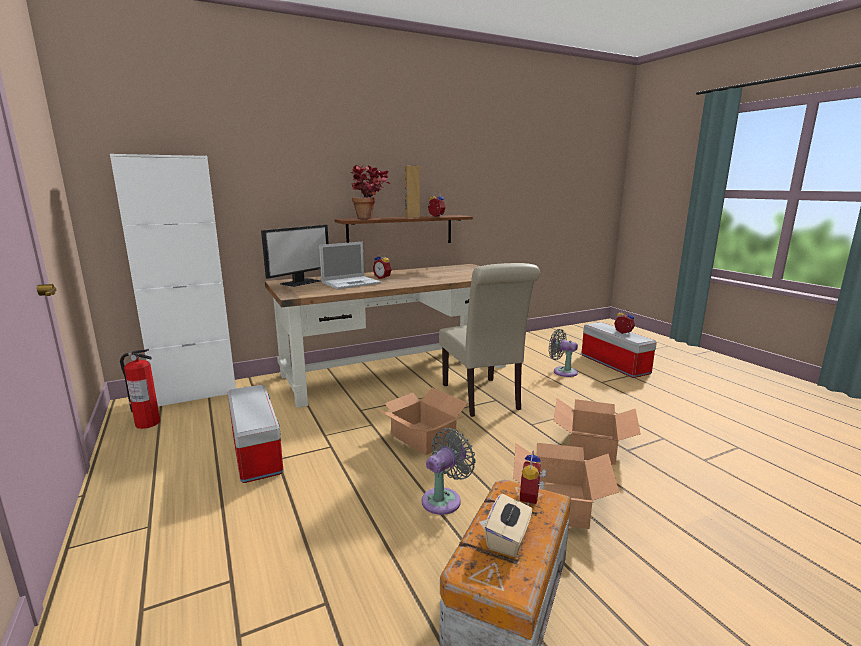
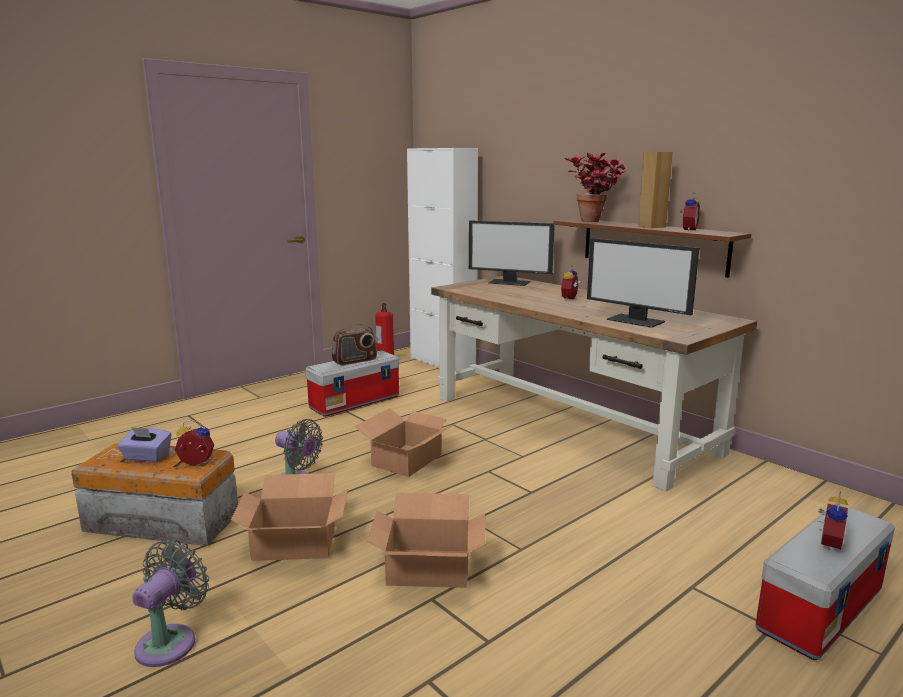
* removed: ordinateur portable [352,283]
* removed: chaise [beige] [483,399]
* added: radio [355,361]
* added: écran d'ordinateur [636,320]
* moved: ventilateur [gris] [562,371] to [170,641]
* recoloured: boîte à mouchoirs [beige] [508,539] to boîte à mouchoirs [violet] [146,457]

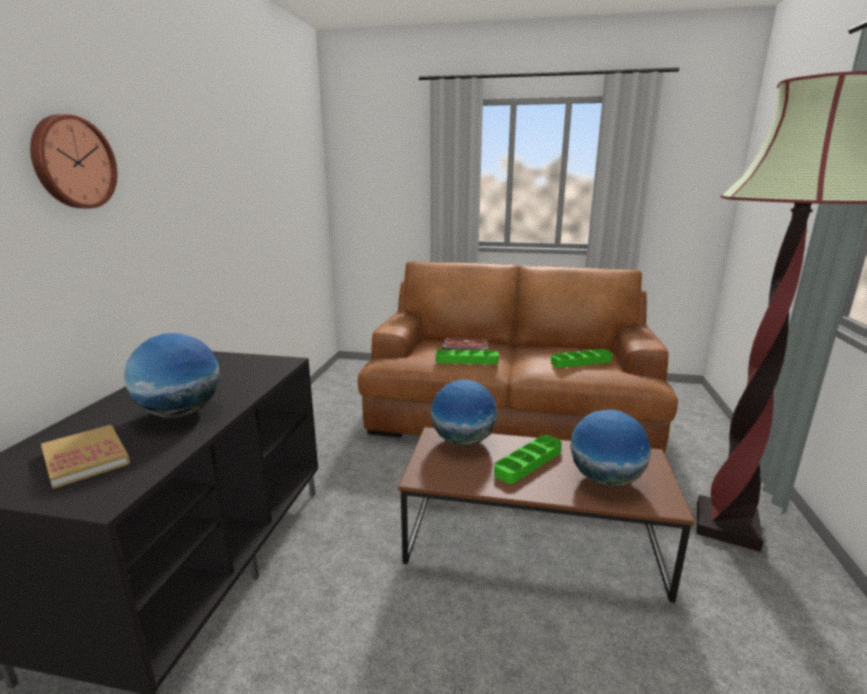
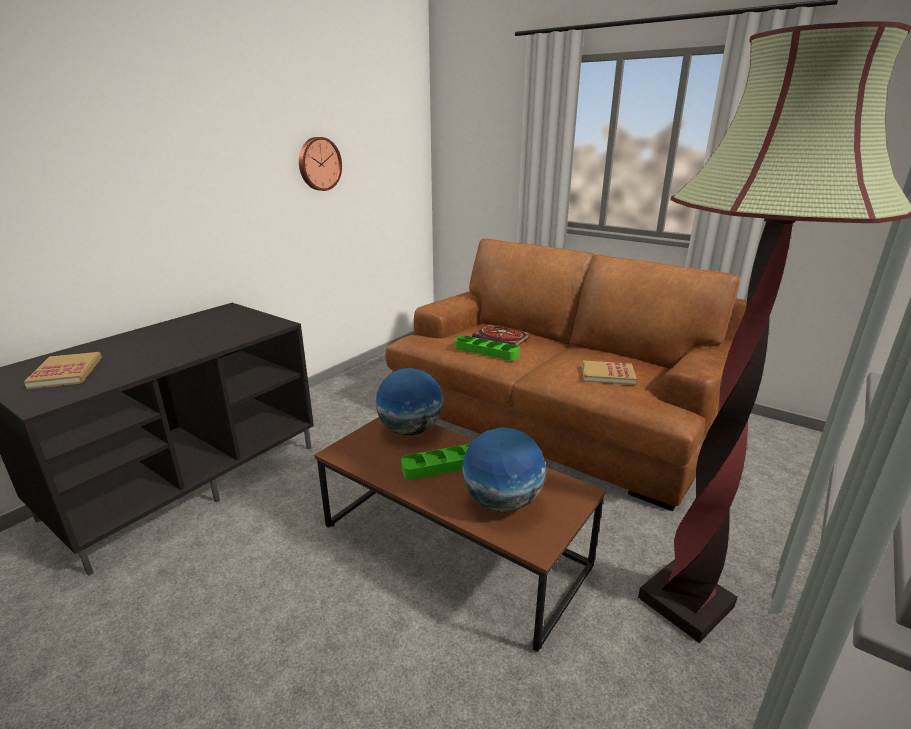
* removed: globe [180,413]
* moved: horloge murale [72,162] to [318,164]
* replaced: plateau [vert] [581,362] to livre [607,375]

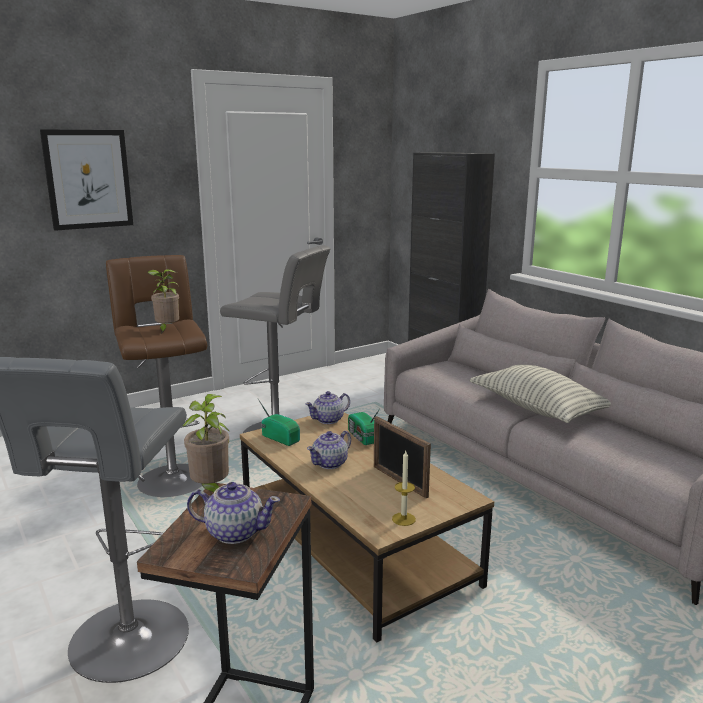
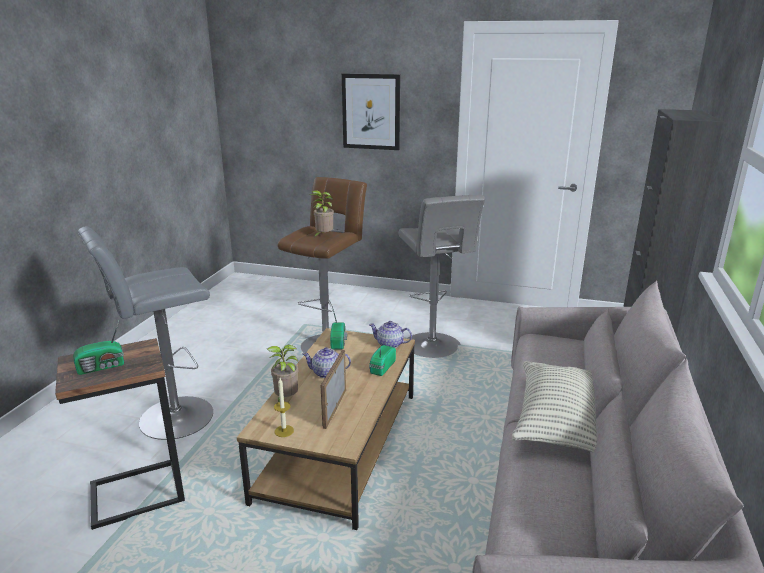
* moved: plante en pot [210,490] to [285,400]
* replaced: théière [234,532] to radio [102,367]

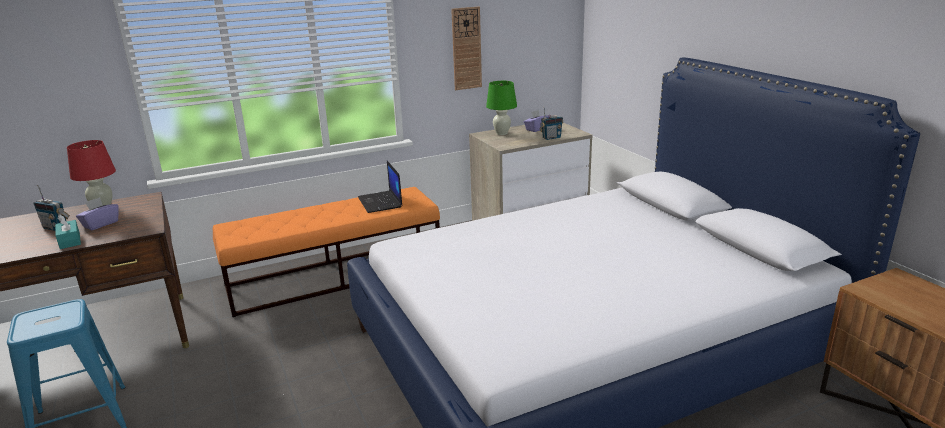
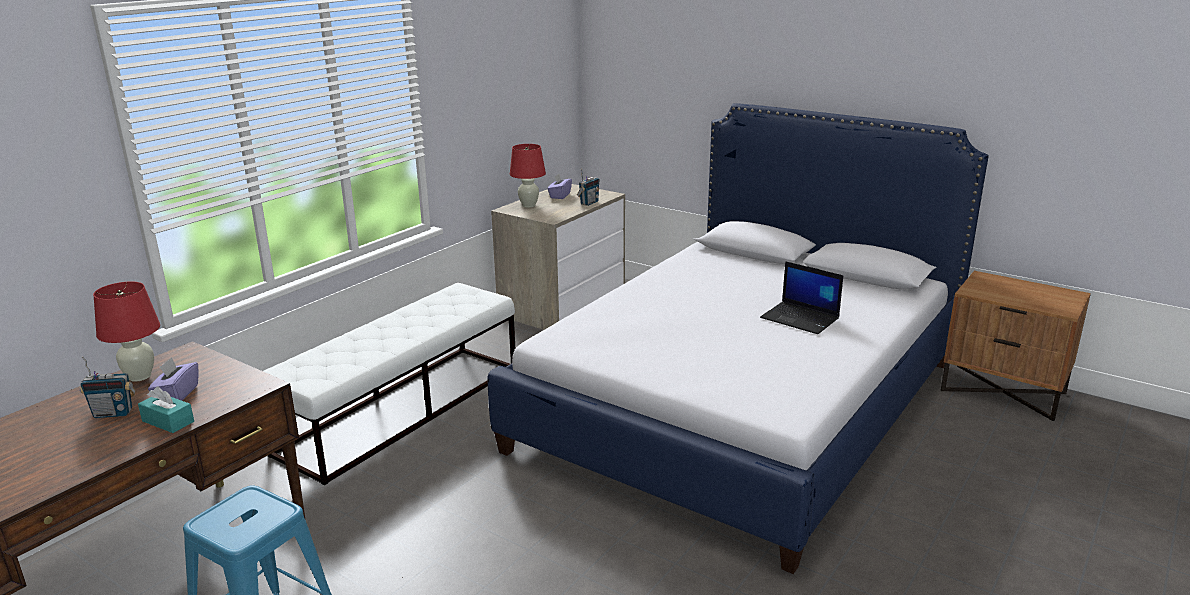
* removed: horloge murale [466,48]
* moved: ordinateur portable [380,202] to [801,318]
* recoloured: banc [orange] [336,276] to banc [blanc] [403,408]
* recoloured: lampe de table [vert] [502,133] to lampe de table [rouge] [528,205]

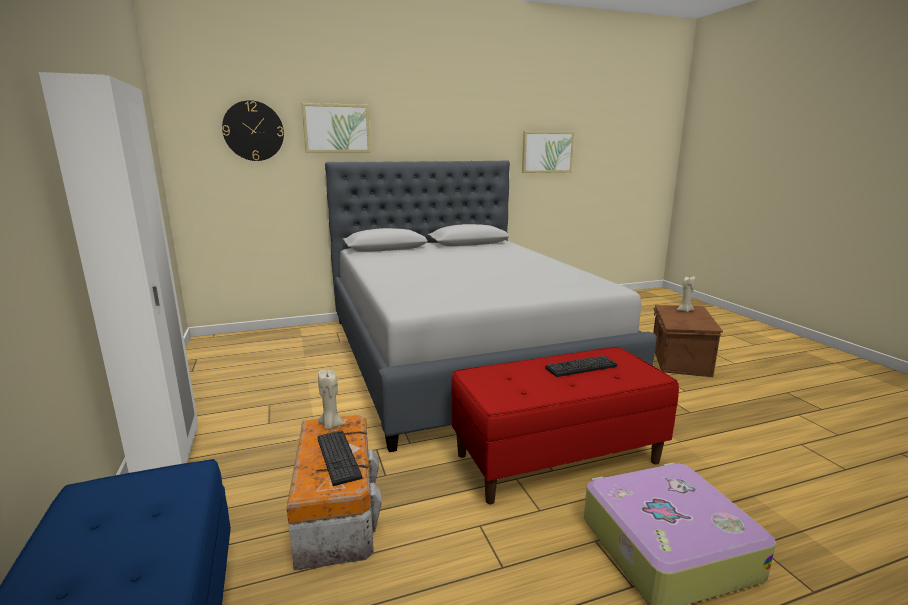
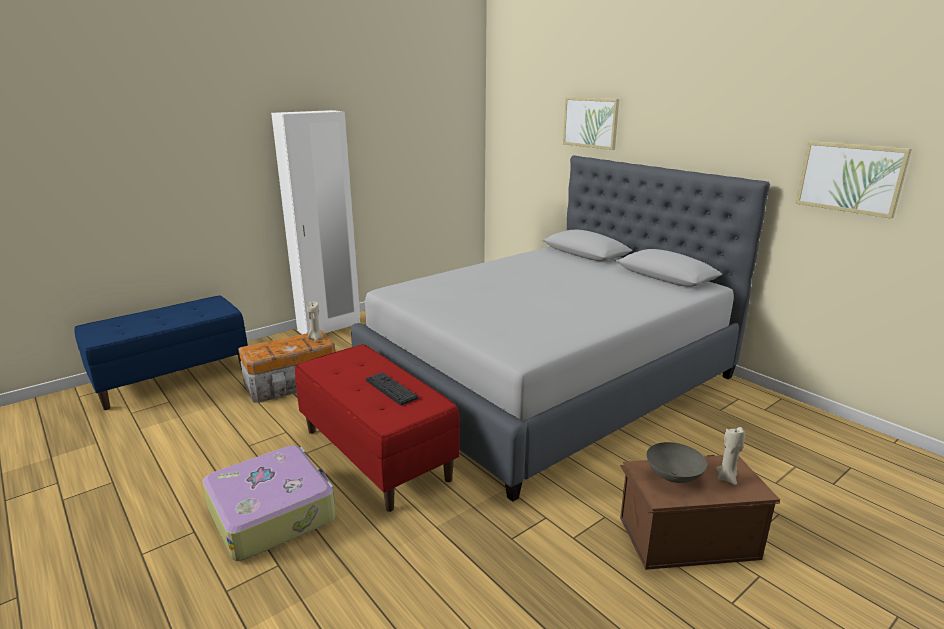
* removed: horloge murale [253,131]
* removed: clavier [338,457]
* added: bol [gris] [674,476]

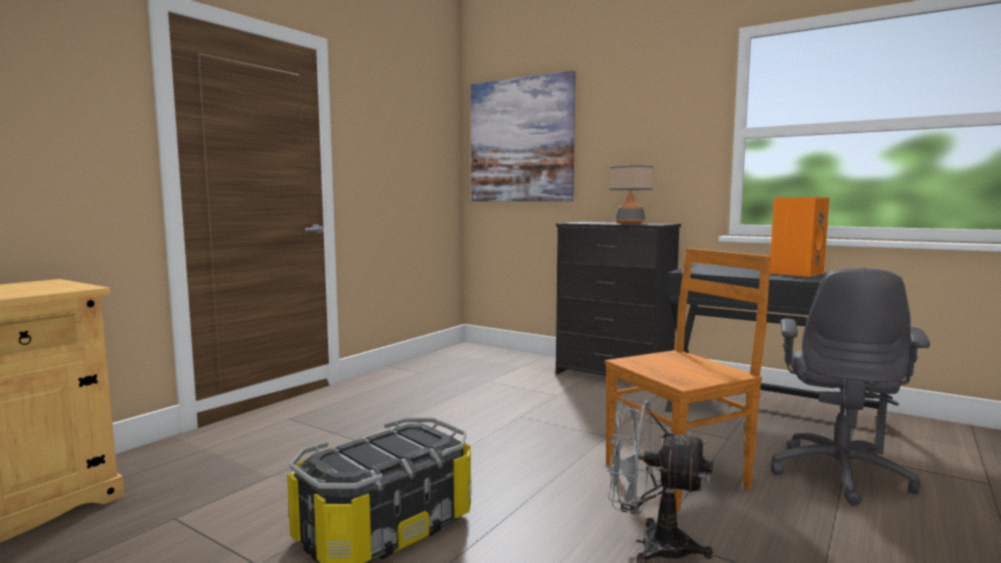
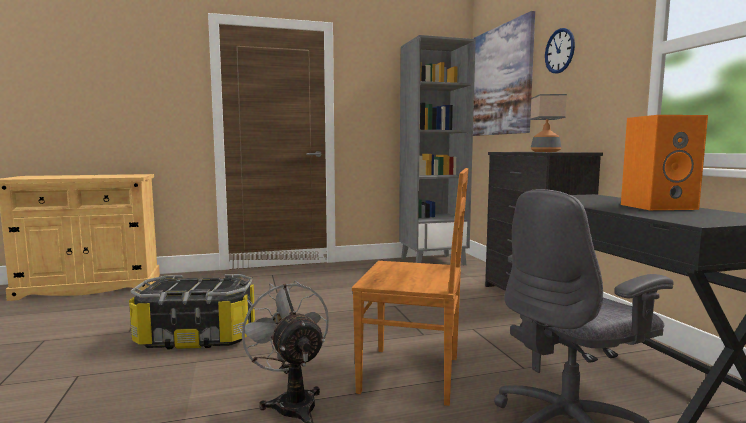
* added: bibliothèque [gris] [433,261]
* added: horloge murale [559,51]

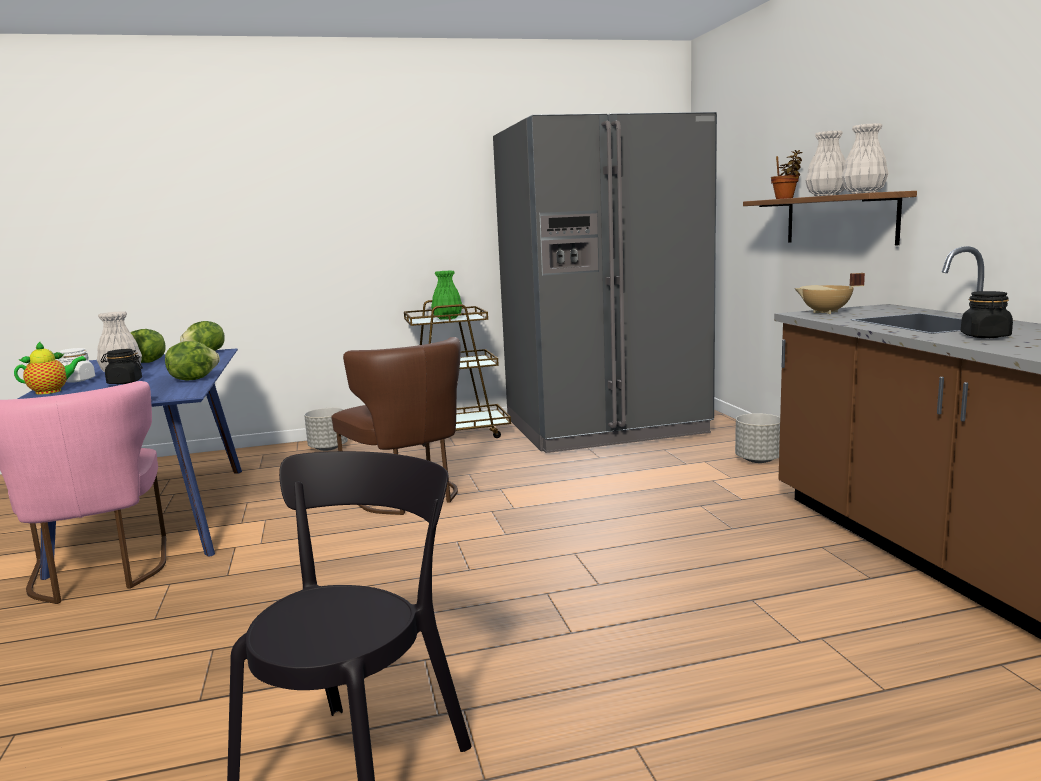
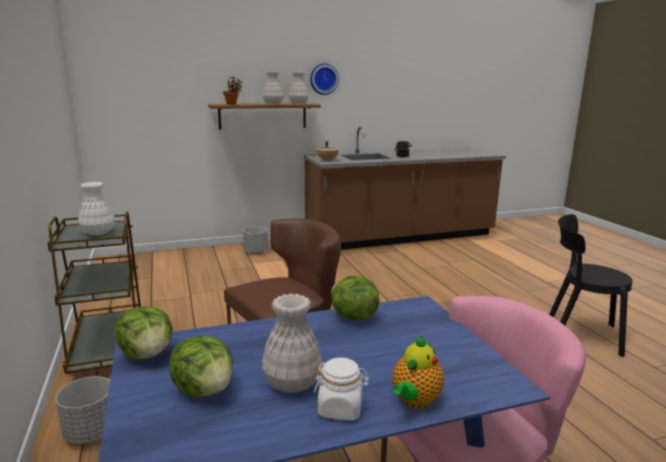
* removed: bocal [noir] [124,382]
* removed: réfrigérateur [gris] [604,427]
* added: horloge murale [323,79]
* recoloured: vase [vert] [448,318] to vase [blanc] [99,232]
* turned: théière [52,391] = [414,401] 105 degrees counterclockwise

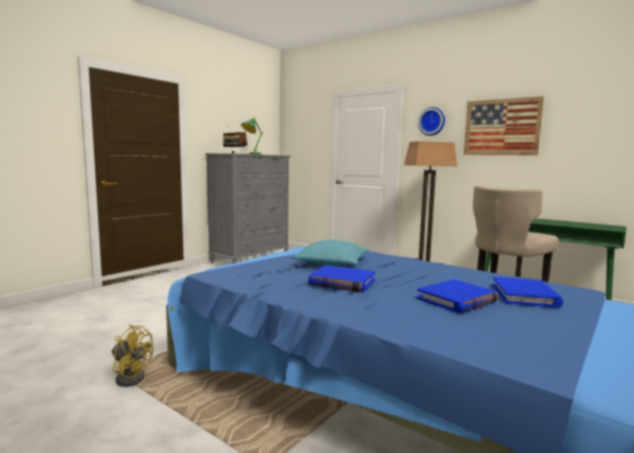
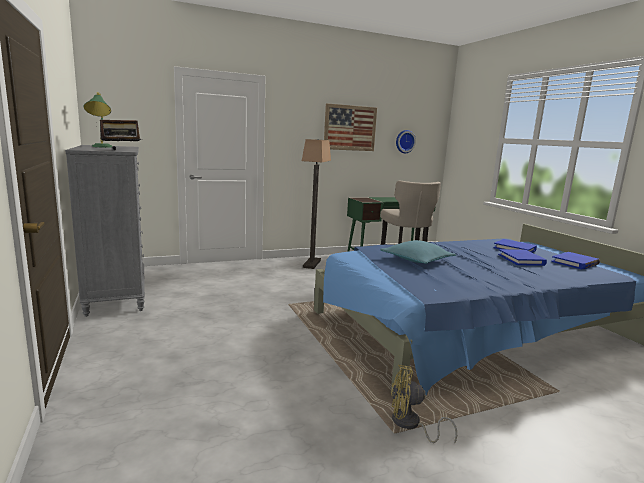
* moved: livre [bleu] [342,282] to [575,263]
* moved: horloge murale [432,121] to [404,141]
* turned: ventilateur [jaune] [130,377] = [410,425] 135 degrees counterclockwise

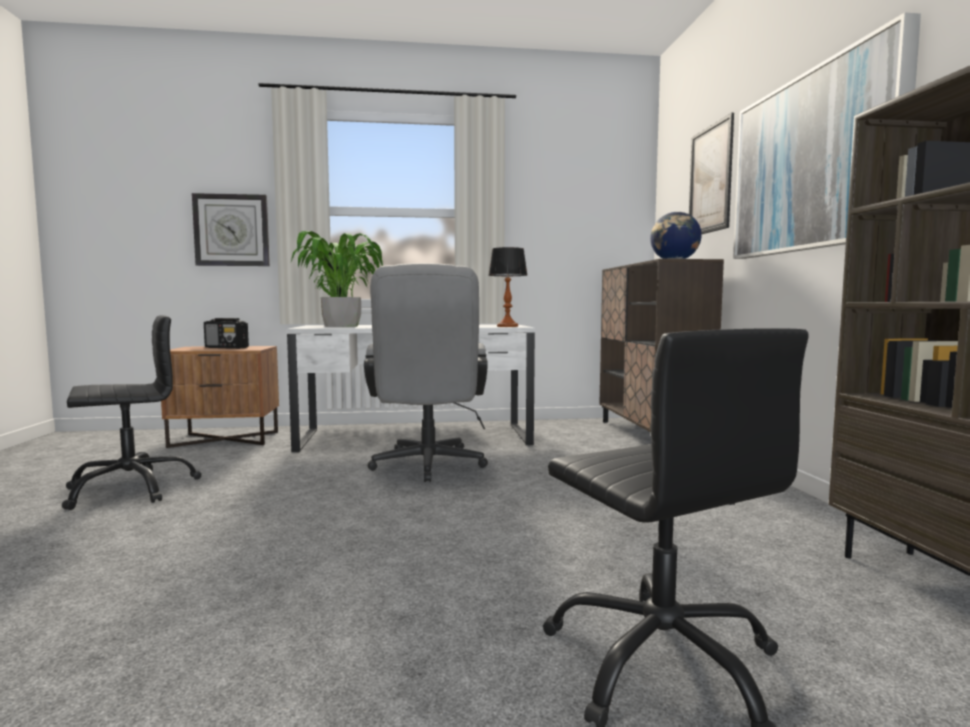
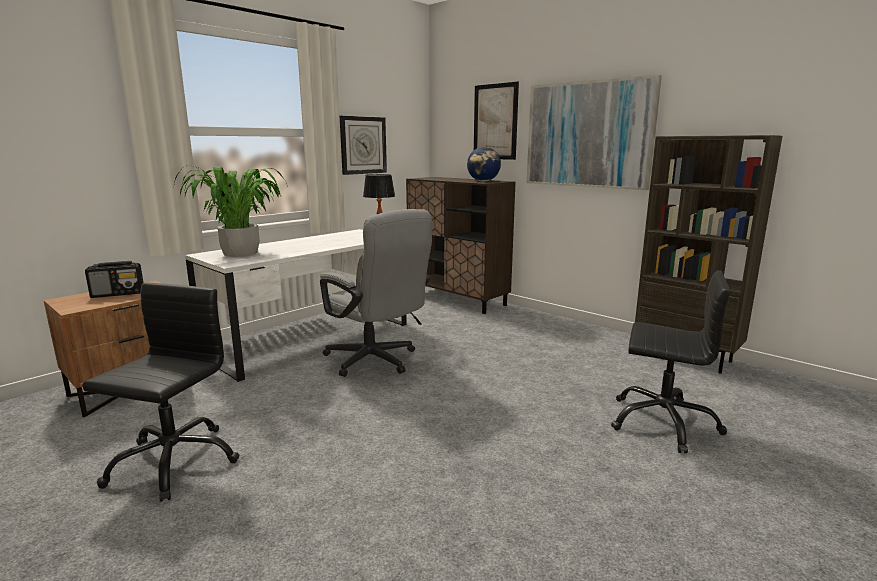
* moved: horloge murale [232,230] to [363,145]

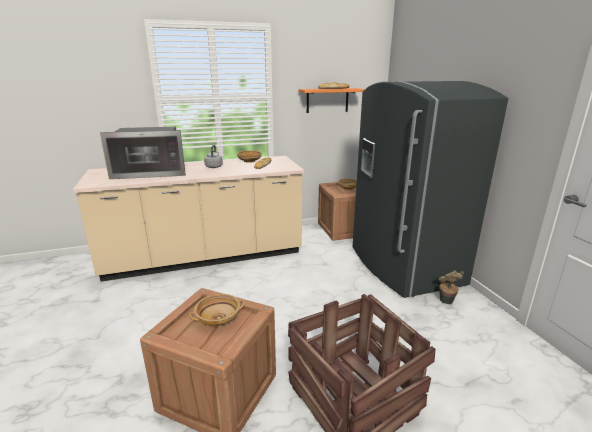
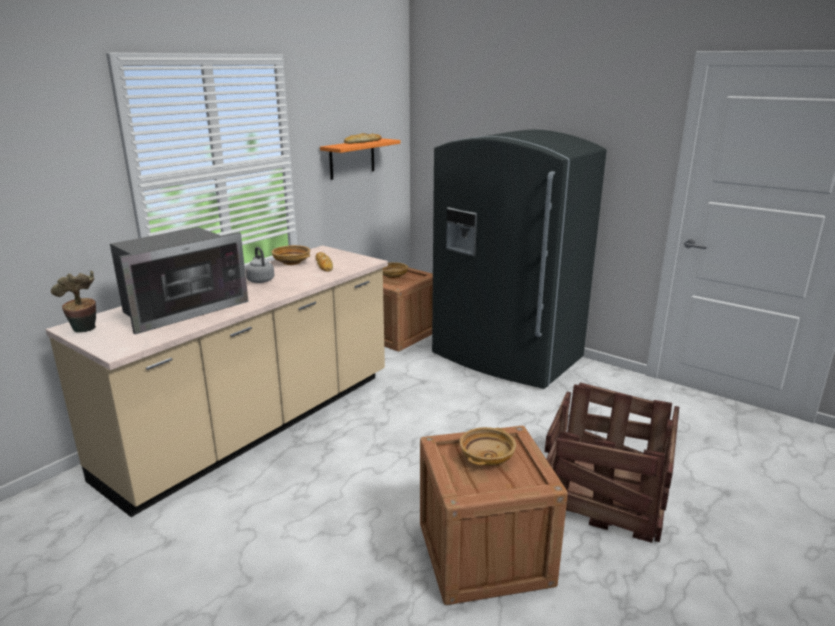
* moved: plante en pot [446,302] to [84,331]

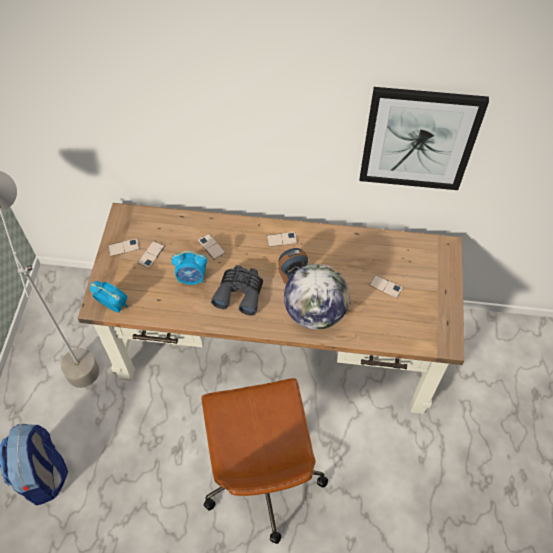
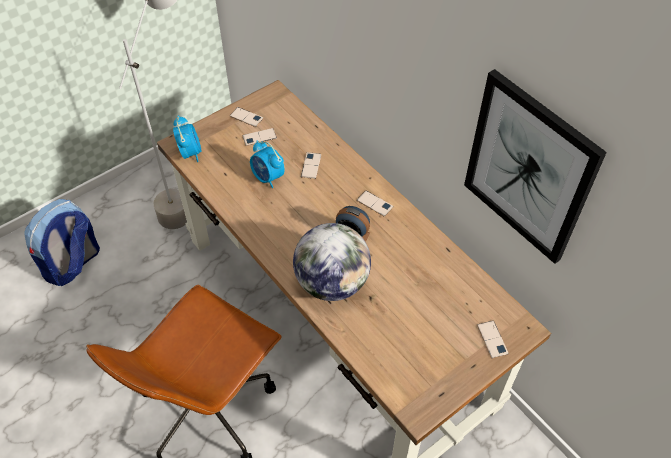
* removed: jumelles [gris] [240,293]
* moved: téléphone [385,286] to [492,339]

